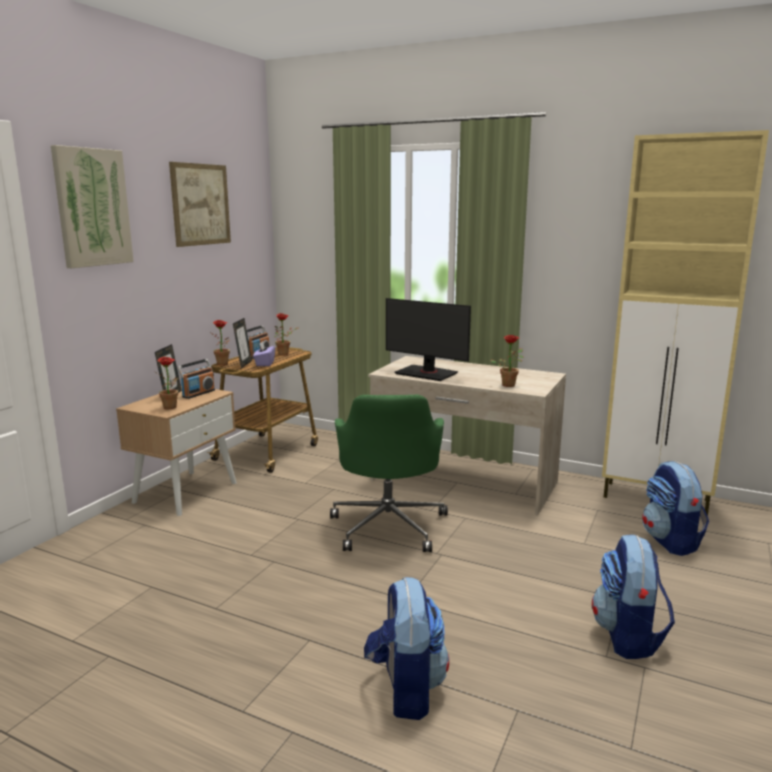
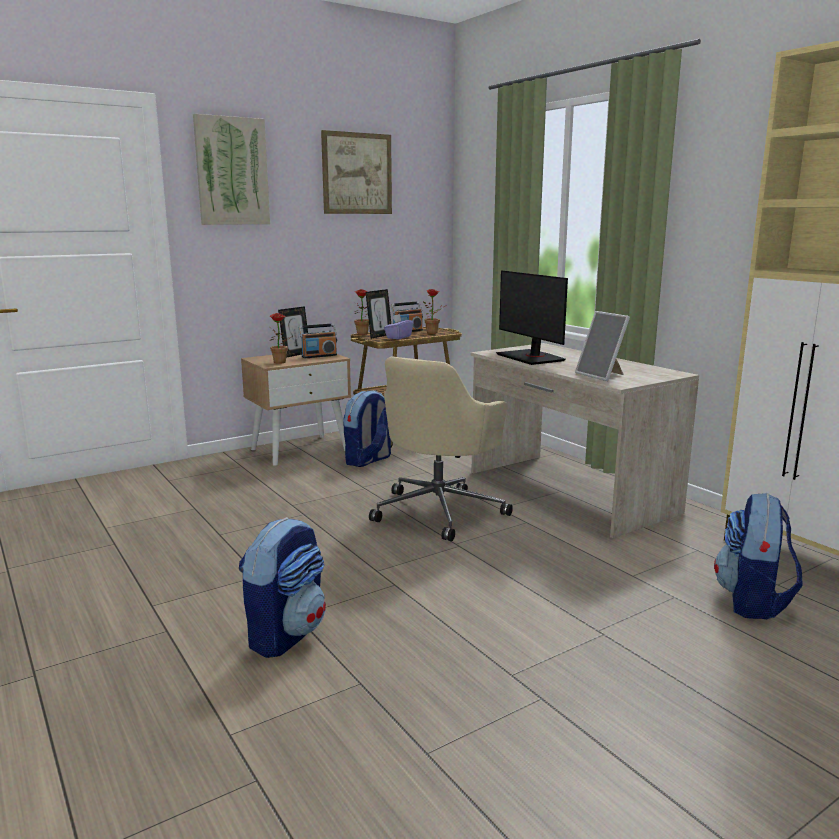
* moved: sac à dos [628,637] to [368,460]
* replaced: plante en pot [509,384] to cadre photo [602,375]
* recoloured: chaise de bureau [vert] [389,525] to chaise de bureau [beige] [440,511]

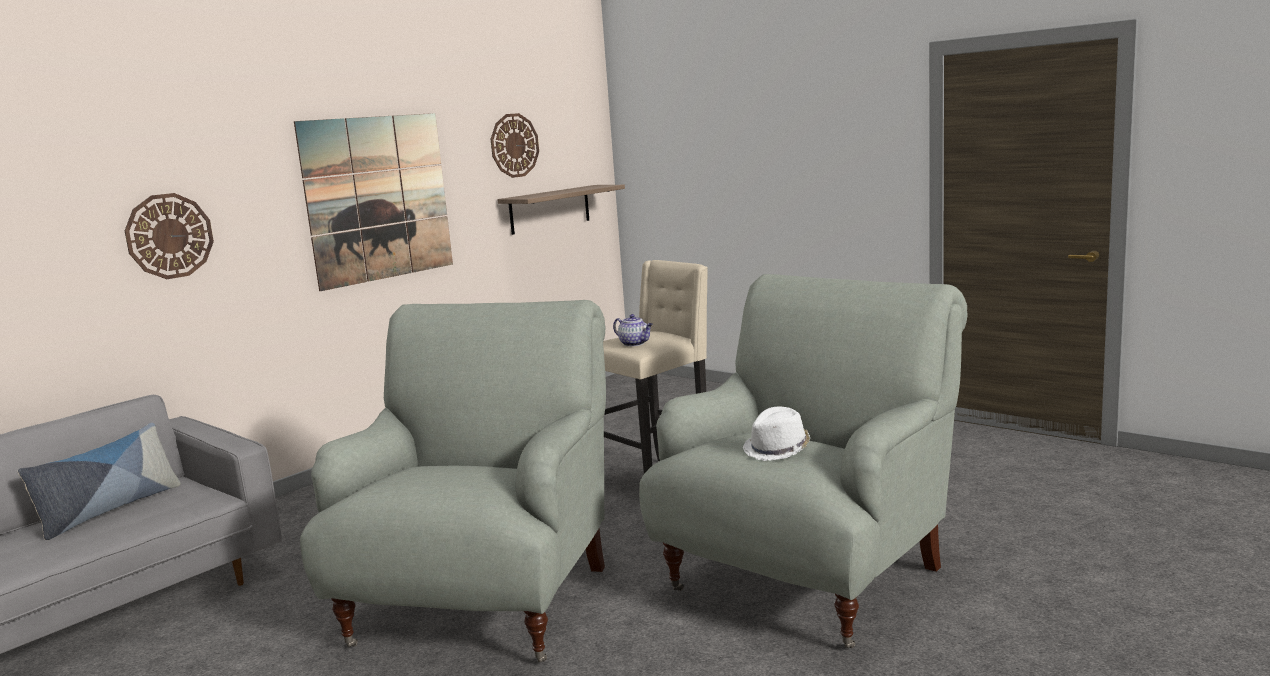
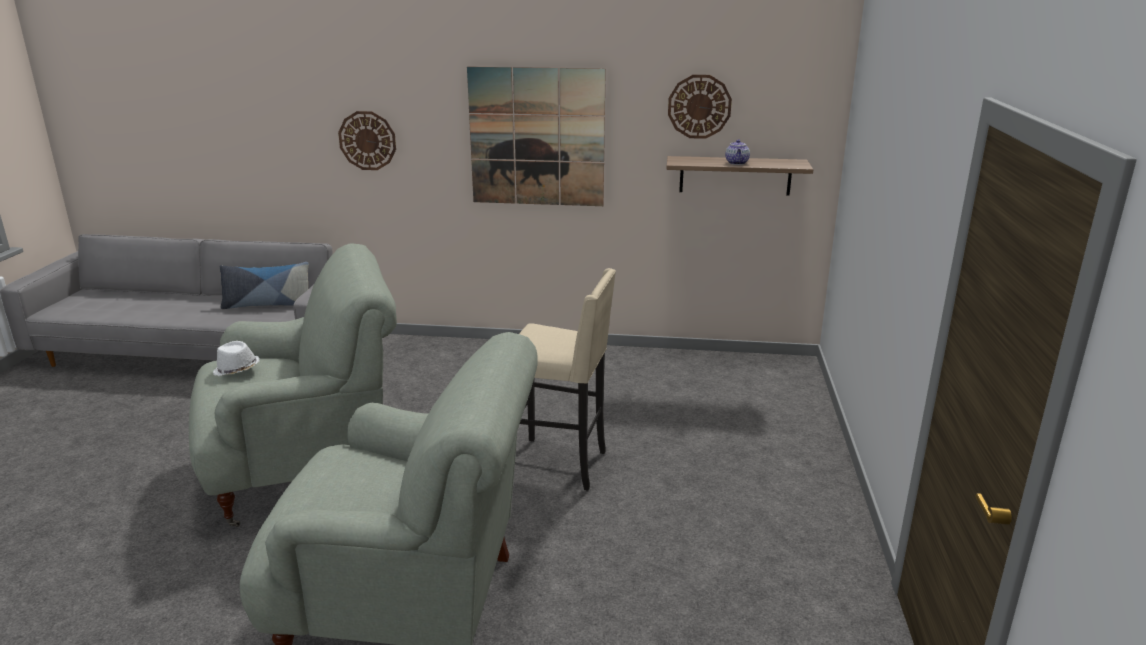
* moved: théière [635,344] to [737,163]
* moved: chapeau [blanc] [778,450] to [236,370]

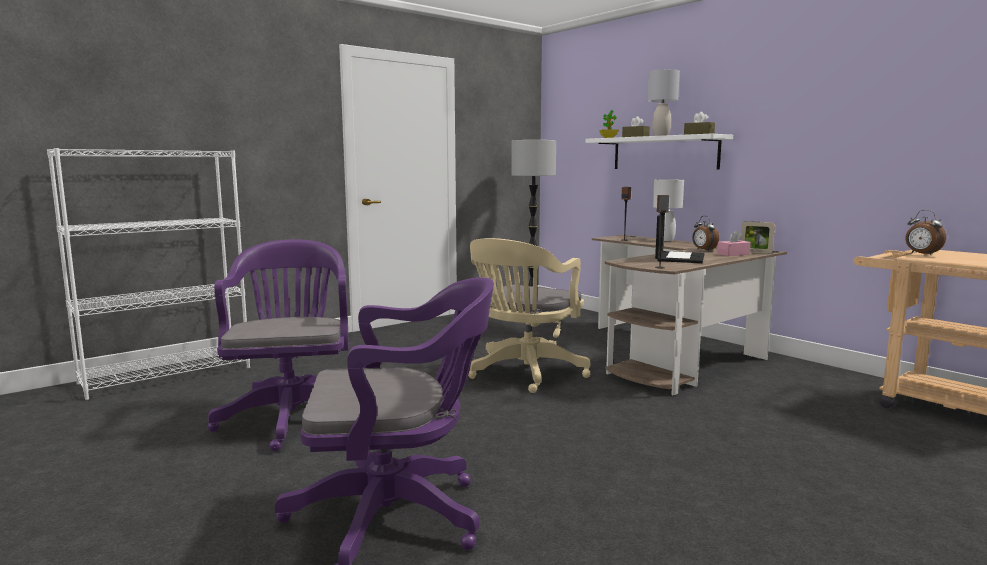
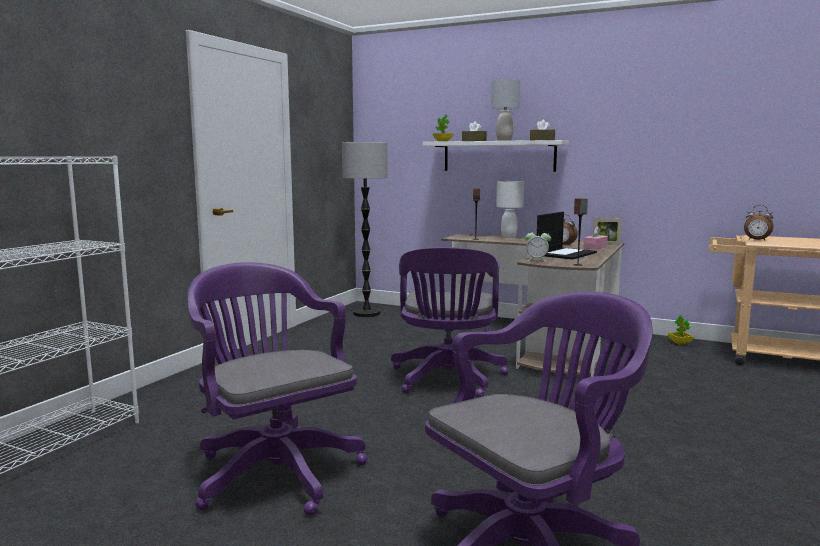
* added: réveil [537,260]
* added: plante en pot [680,343]
* recoloured: chaise de bureau [beige] [524,374] to chaise de bureau [violet] [447,380]
* turned: ordinateur portable [679,257] = [566,254] 45 degrees clockwise

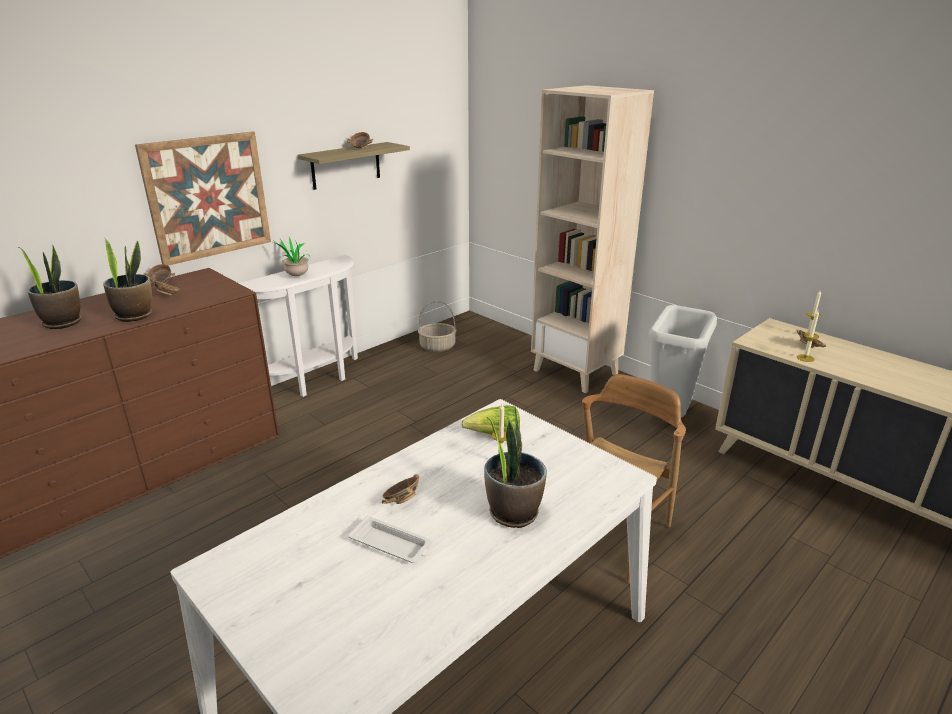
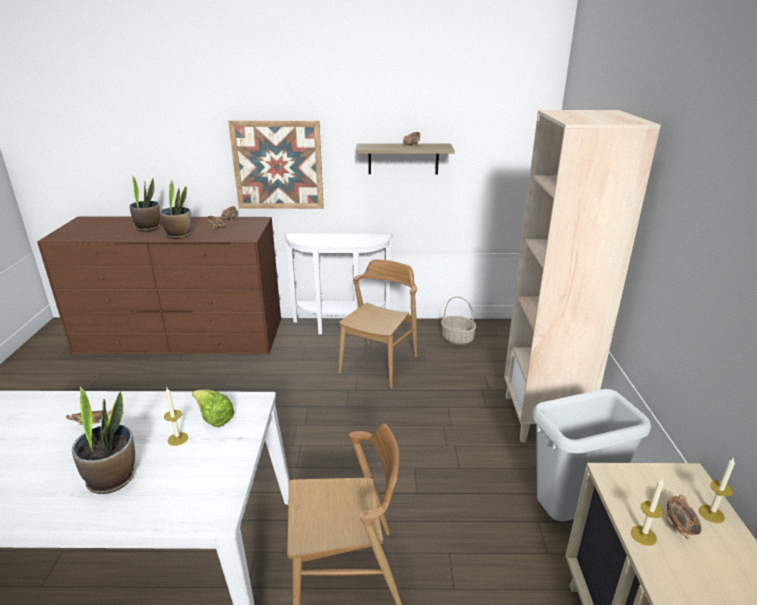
* removed: plante en pot [295,276]
* removed: plateau [blanc] [391,545]
* added: chaise [marron] [379,364]

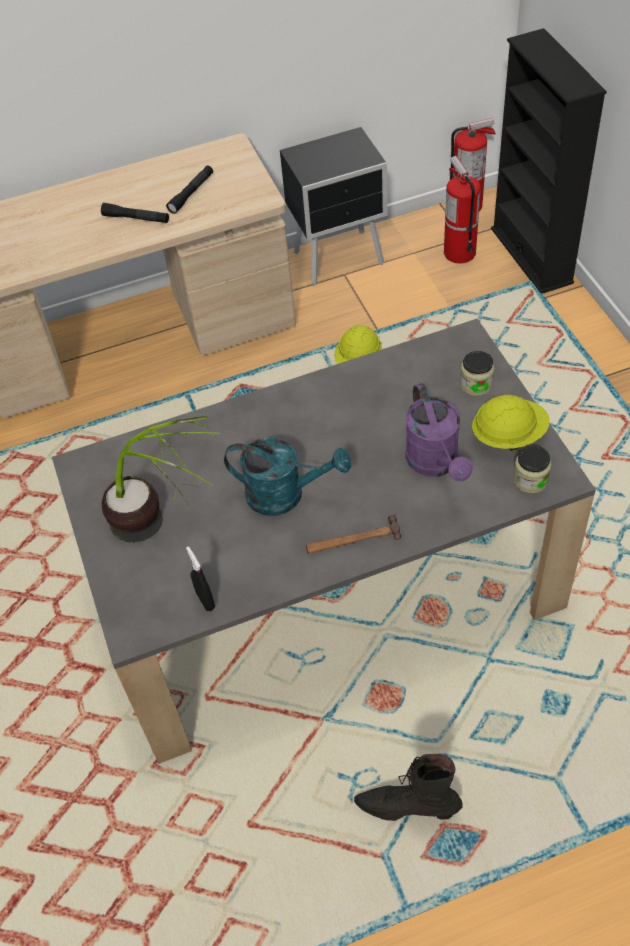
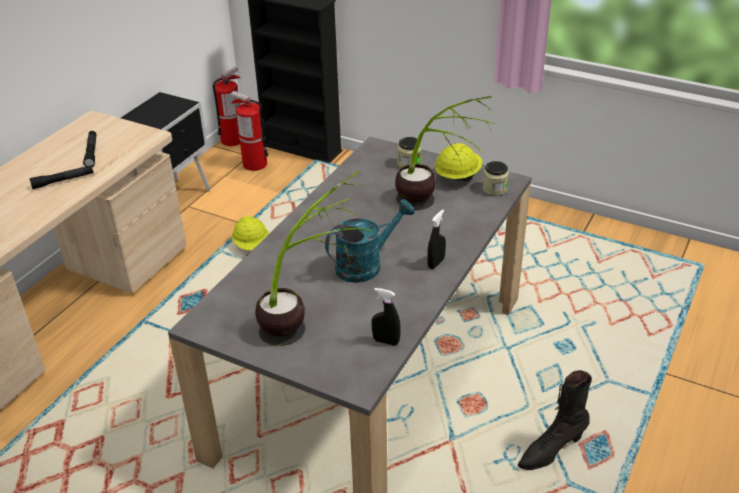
* replaced: marteau [353,539] to vaporisateur [noir] [436,263]
* replaced: arrosoir [violet] [436,463] to plante en pot [435,206]

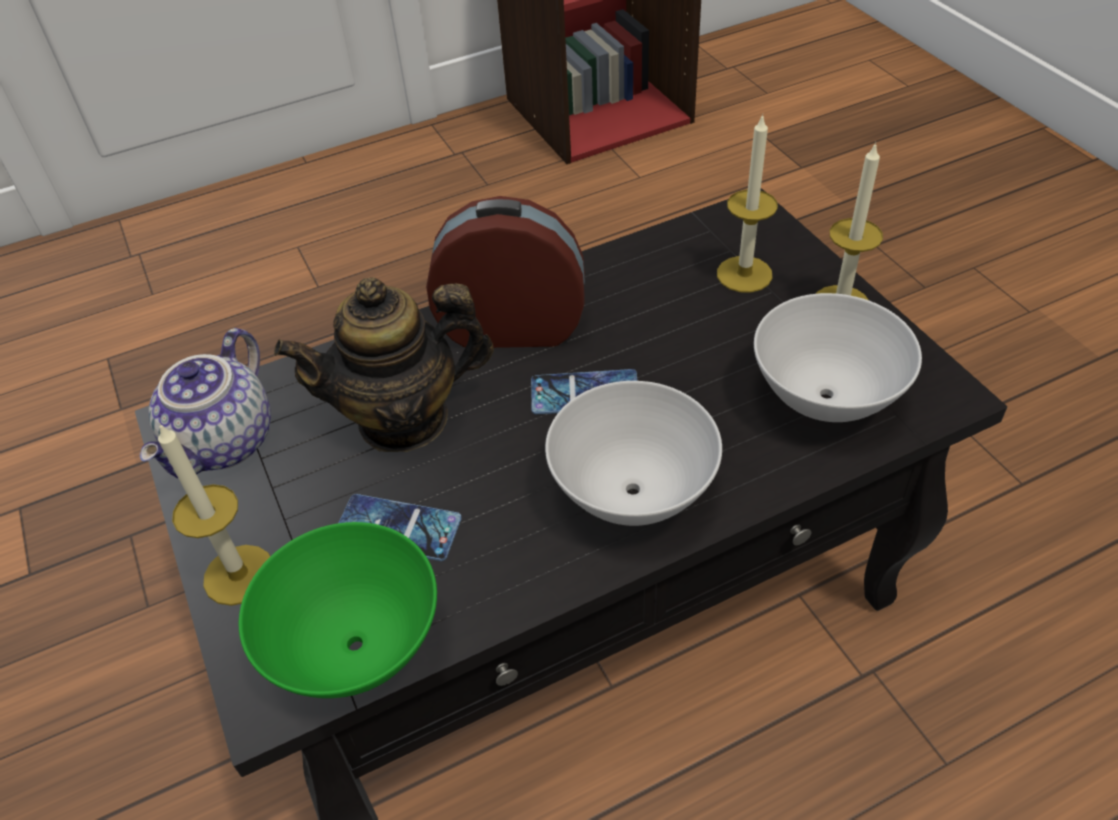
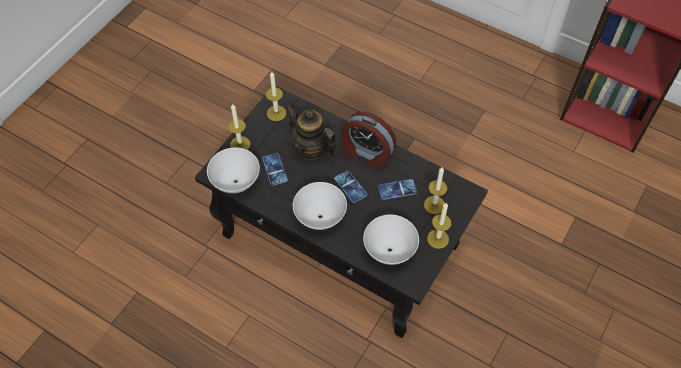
* added: téléphone [397,189]
* replaced: théière [226,444] to bougie [276,113]
* recoloured: bol [vert] [358,649] to bol [blanc] [236,182]
* turned: réveil [512,324] = [366,153] 150 degrees clockwise

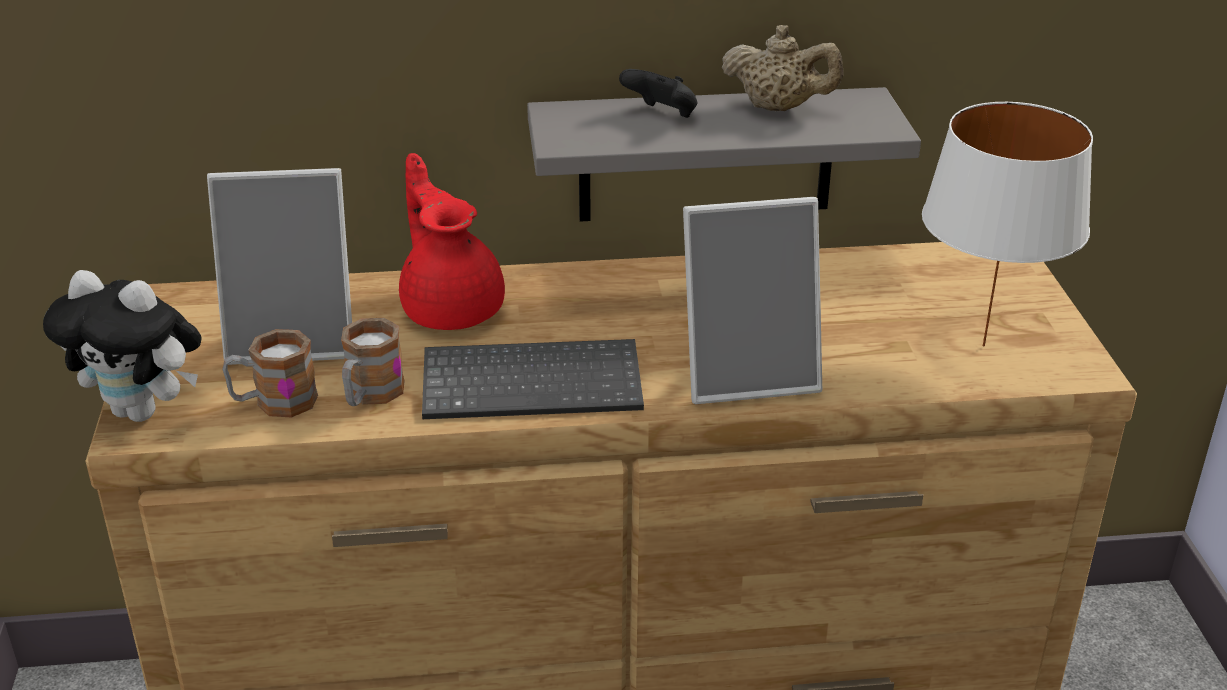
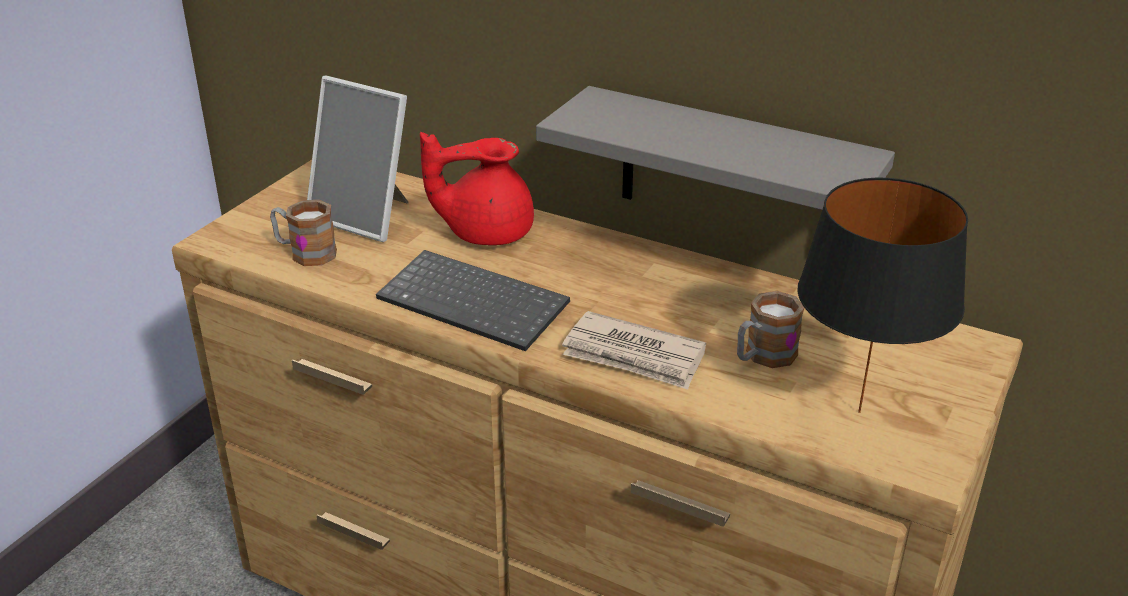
* removed: peluche [143,411]
* removed: manette [noir] [662,115]
* removed: théière [beige] [779,108]
* moved: mug [370,395] to [763,357]
* replaced: cadre photo [748,373] to journal [634,356]
* recoloured: lampe de table [blanc] [984,347] to lampe de table [noir] [859,413]
* turned: théière [rouge] [451,308] = [485,232] 105 degrees counterclockwise

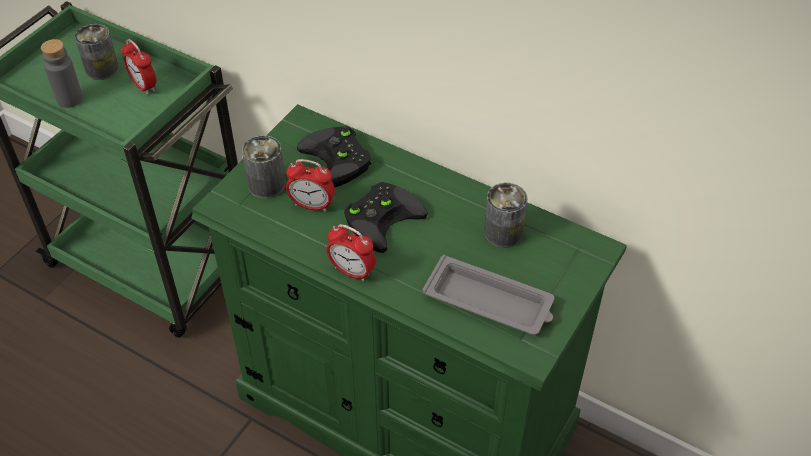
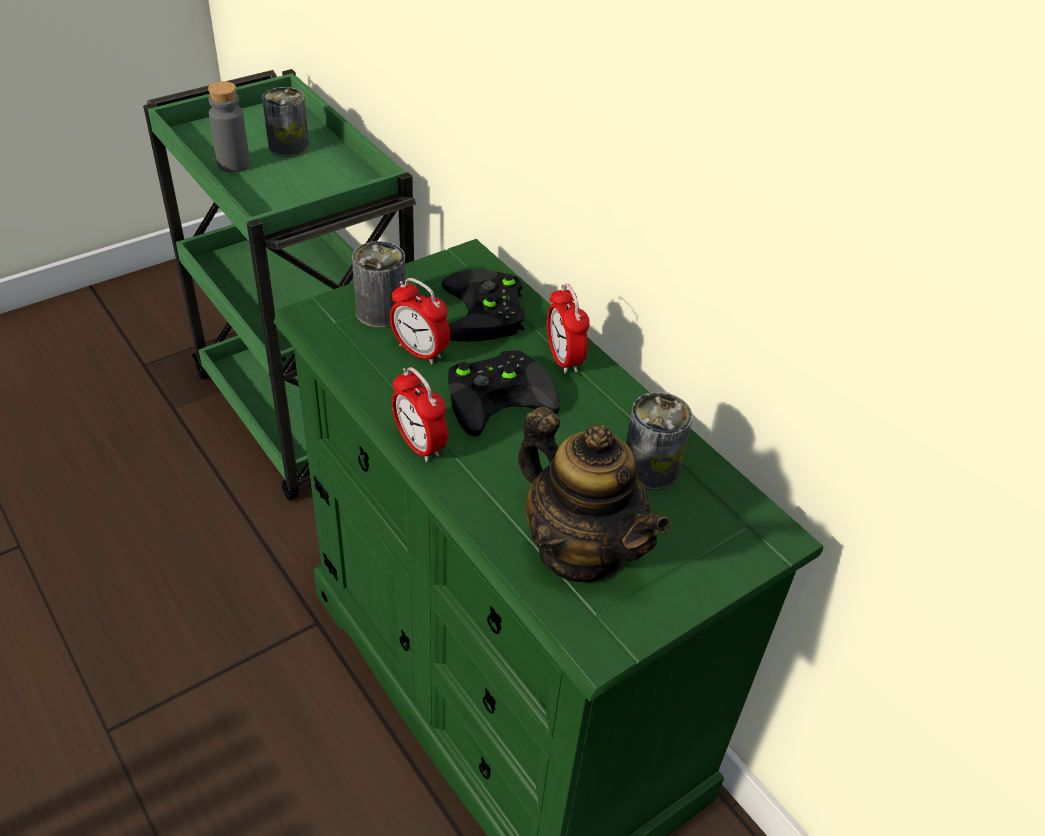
* moved: réveil [144,86] to [563,359]
* replaced: plateau [gris] [490,302] to théière [581,550]

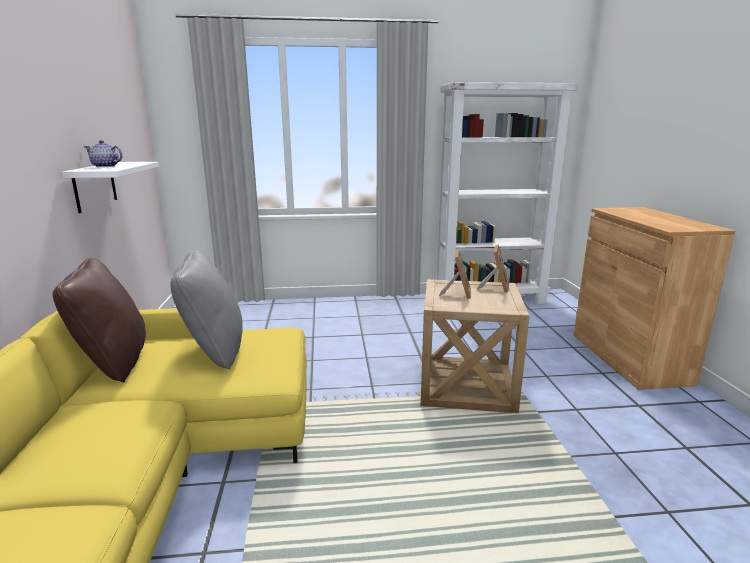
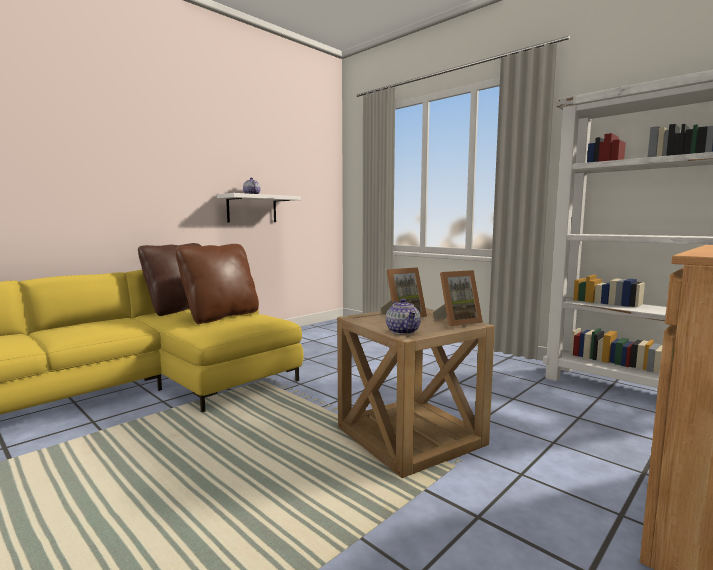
* added: théière [403,331]
* recoloured: coussin [gris] [215,350] to coussin [marron] [221,316]

